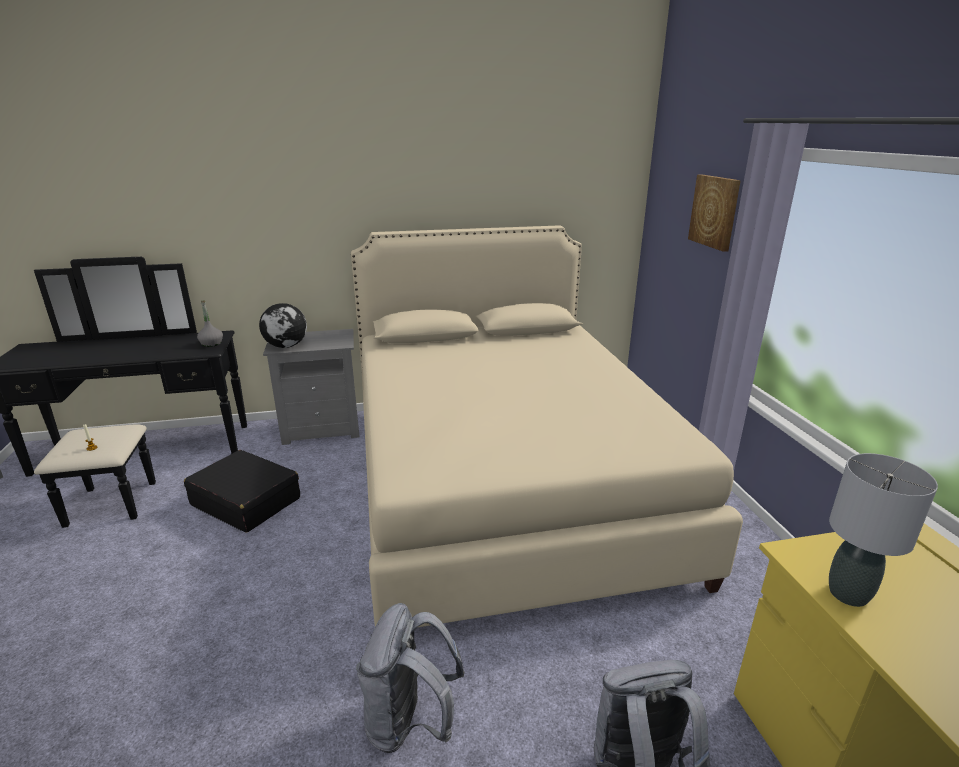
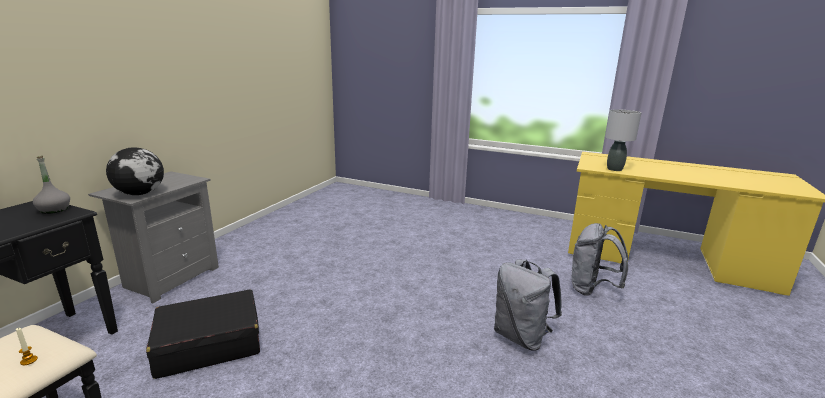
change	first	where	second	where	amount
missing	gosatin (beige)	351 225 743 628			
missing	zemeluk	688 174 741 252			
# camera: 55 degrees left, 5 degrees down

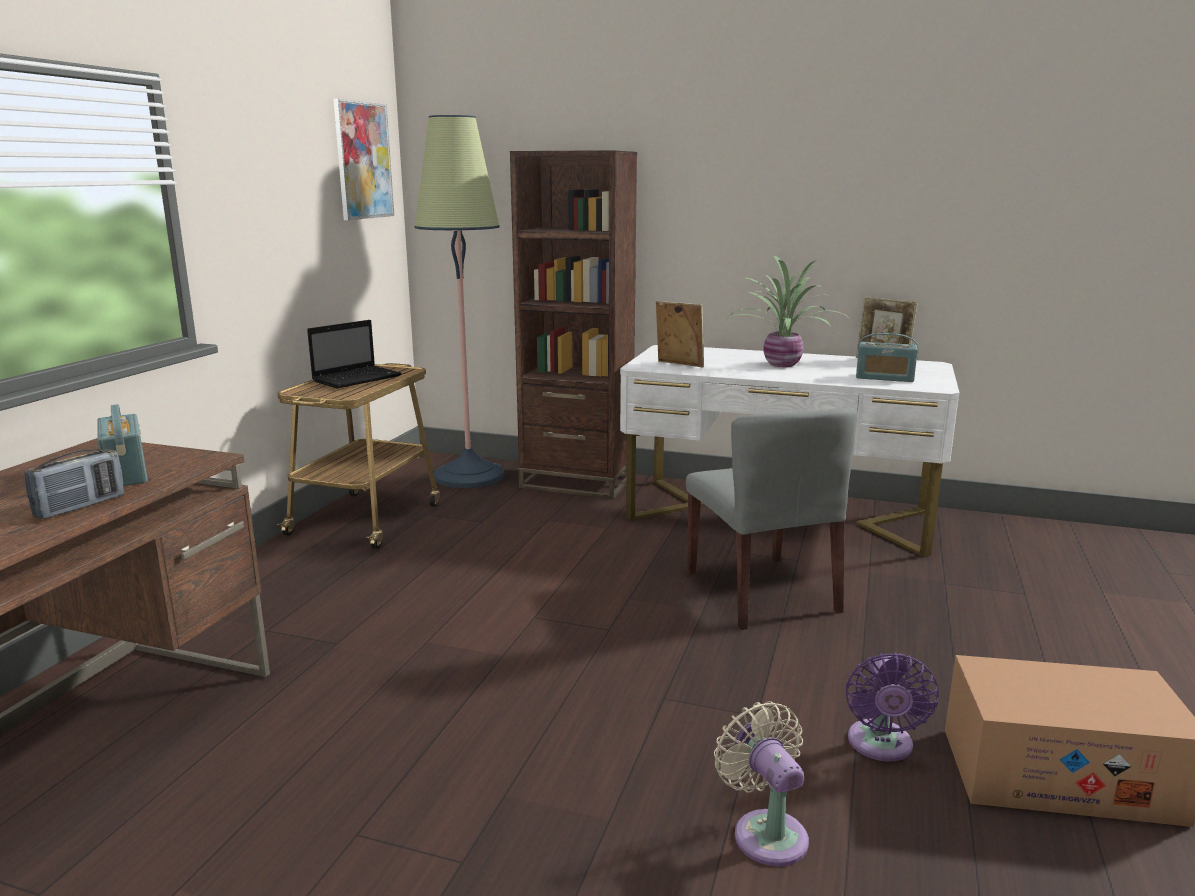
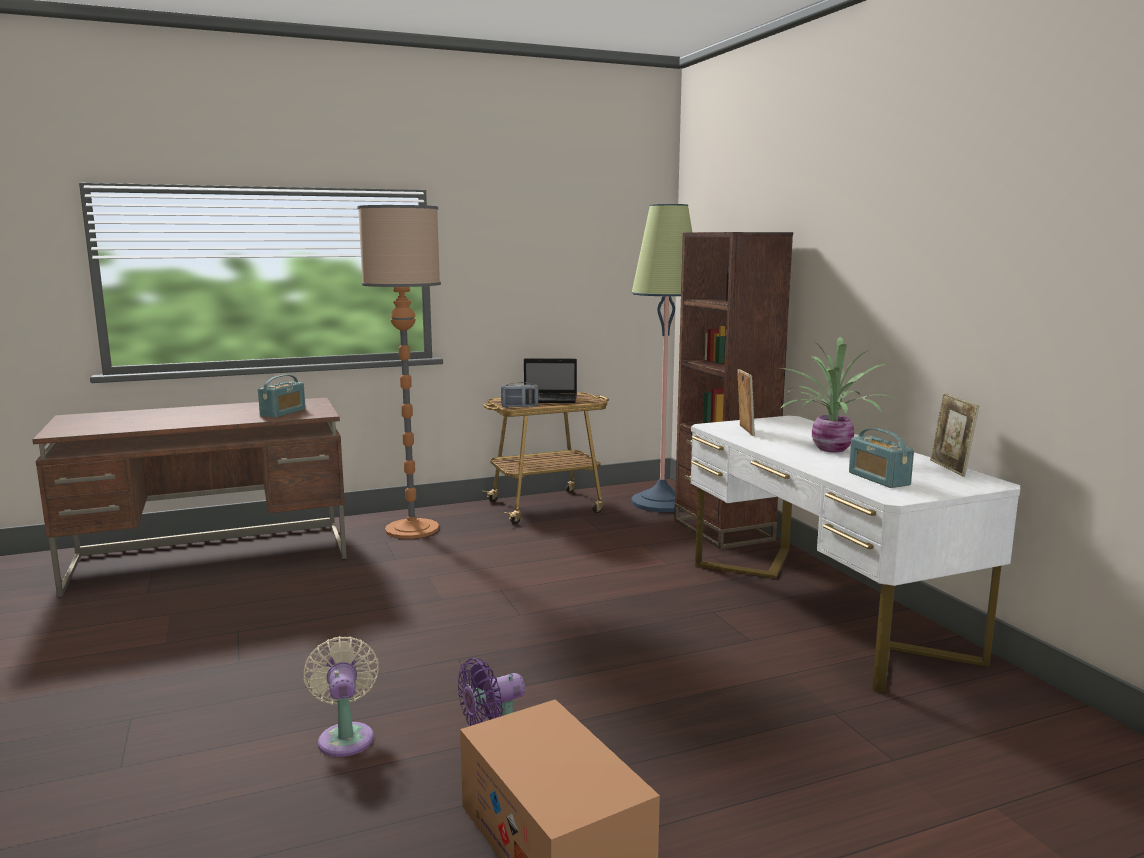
change	first	where	second	where	amount
relocated	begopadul	24 449 124 519		501 382 539 407	
missing	zemeluk	333 99 394 220			
missing	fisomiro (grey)	686 407 856 630			
spun	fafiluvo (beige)	714 701 809 866		304 636 379 757	45 degrees counterclockwise
appeared			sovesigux	357 205 441 539	
# camera: 50 degrees right, 5 degrees down

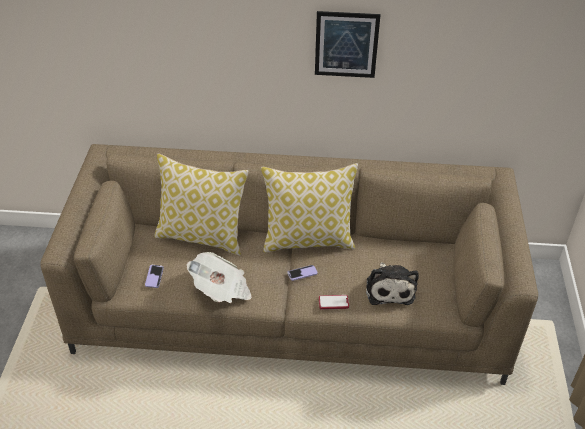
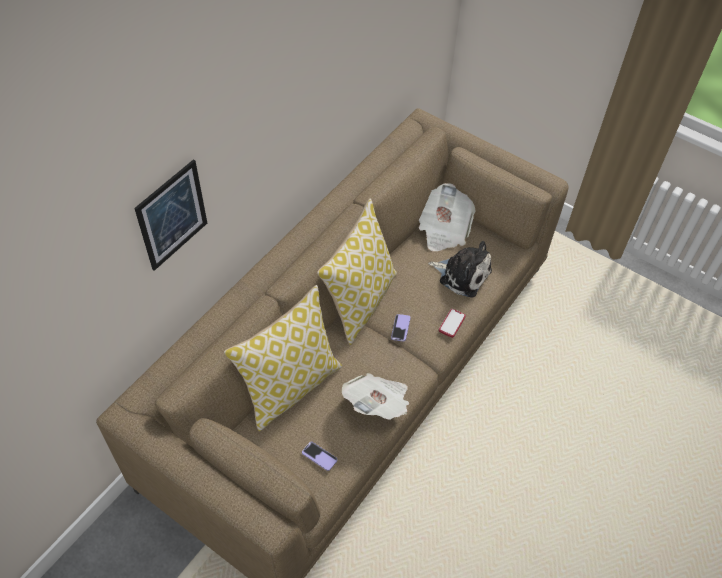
change	first	where	second	where	amount
relocated	zemeluk	315 11 381 78		134 159 207 271	
appeared			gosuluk	418 183 476 251	
# camera: 60 degrees left, 10 degrees up

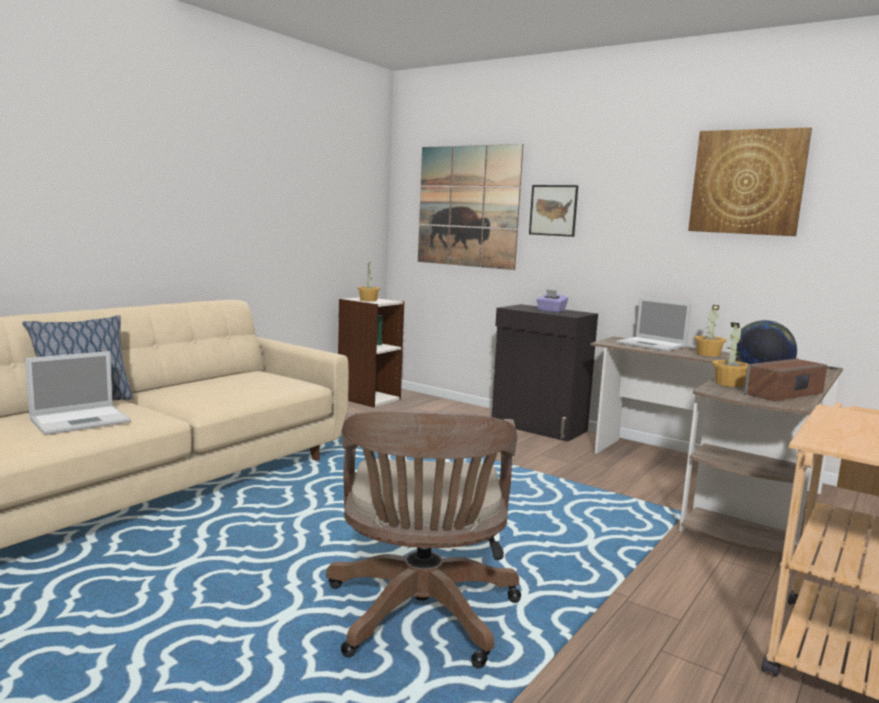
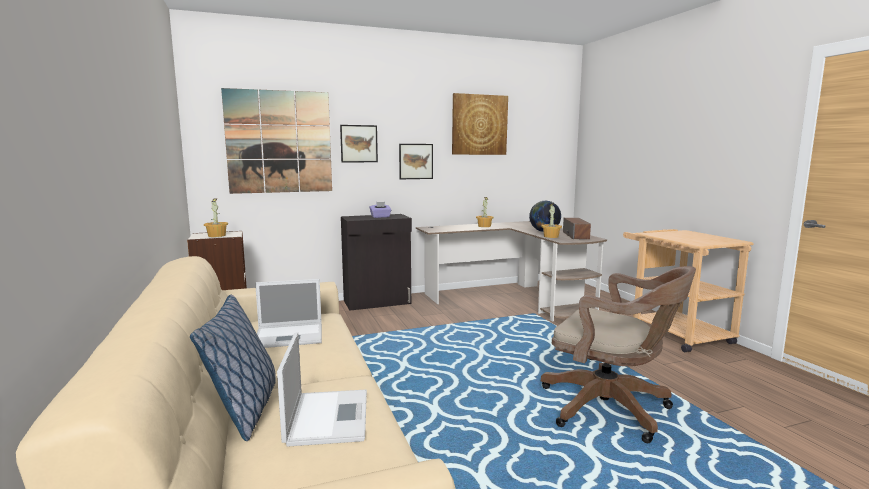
change	first	where	second	where	amount
relocated	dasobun	616 297 691 352		255 279 322 348	
appeared			zemeluk	399 144 433 179	
# camera: 55 degrees left, 0 degrees up

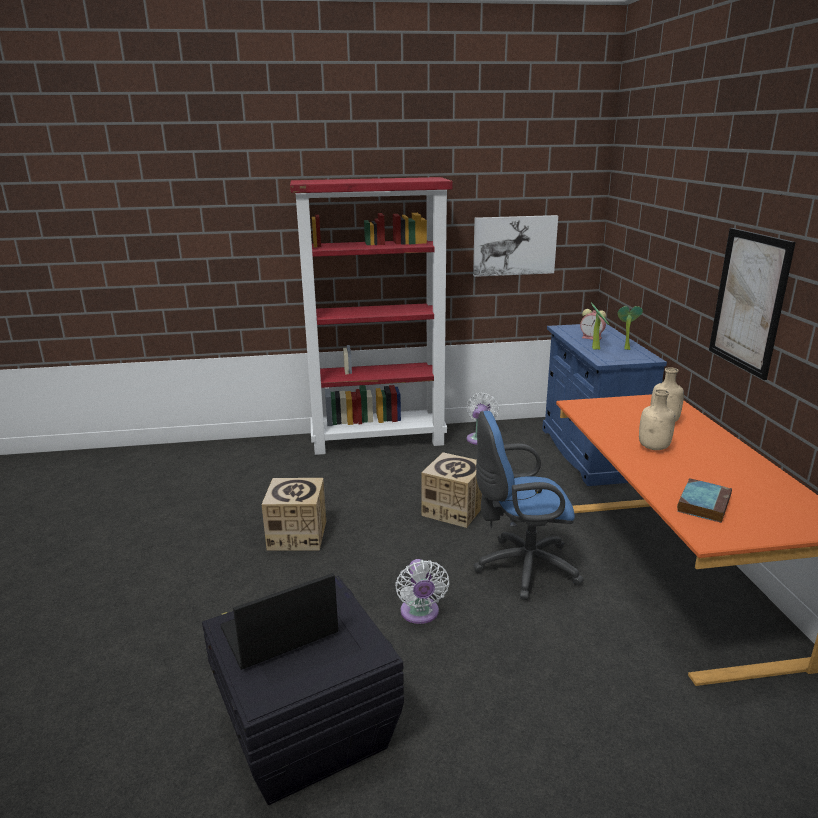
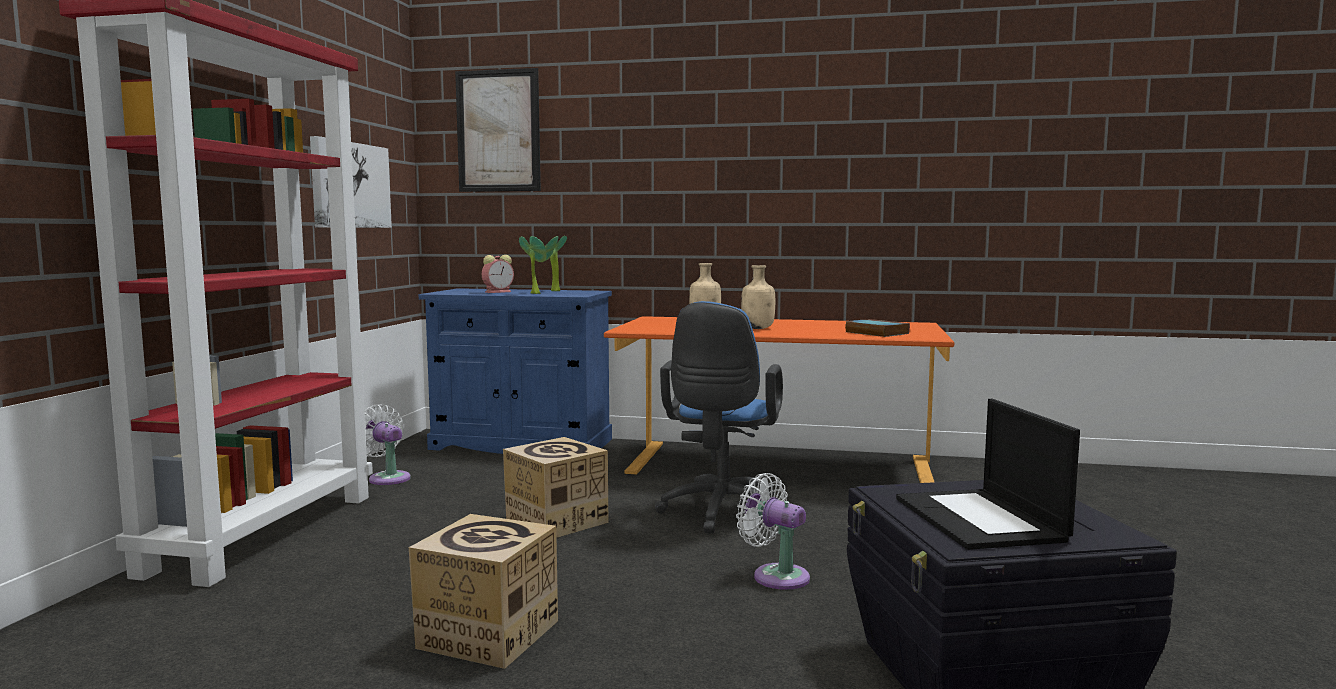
change	first	where	second	where	amount
spun	fafiluvo (white)	395 559 449 624		736 473 810 590	150 degrees counterclockwise
relocated	zemeluk	709 228 796 380		455 68 541 192	
# camera: 70 degrees left, 15 degrees down

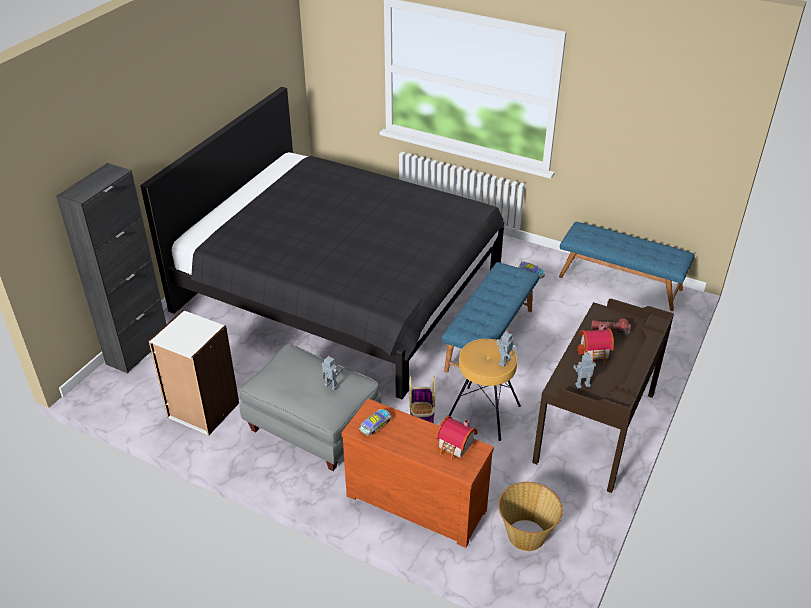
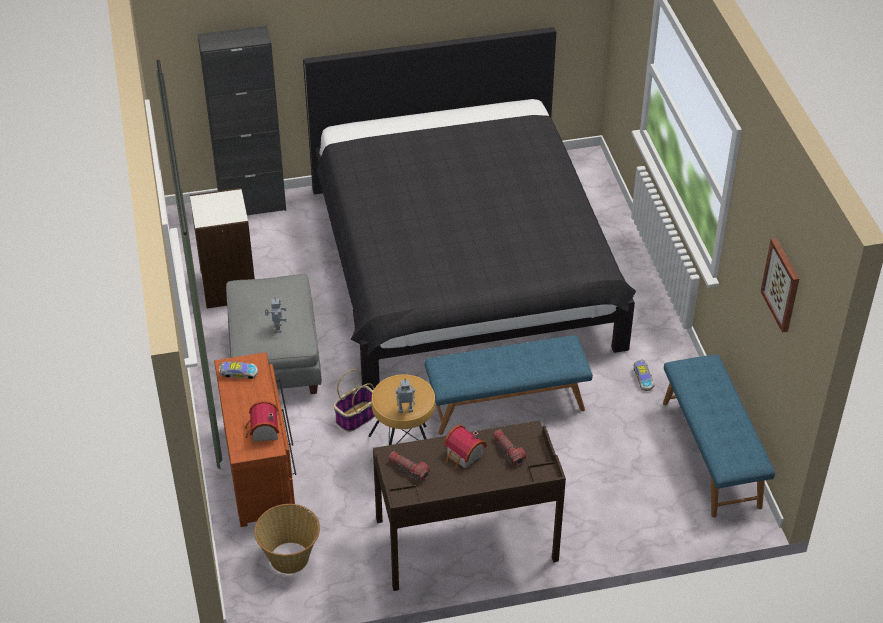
change	first	where	second	where	amount
exchanged	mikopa	573 353 596 389	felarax	388 451 430 482	
appeared			zemeluk	761 238 799 333	
# camera: 50 degrees right, 5 degrees up

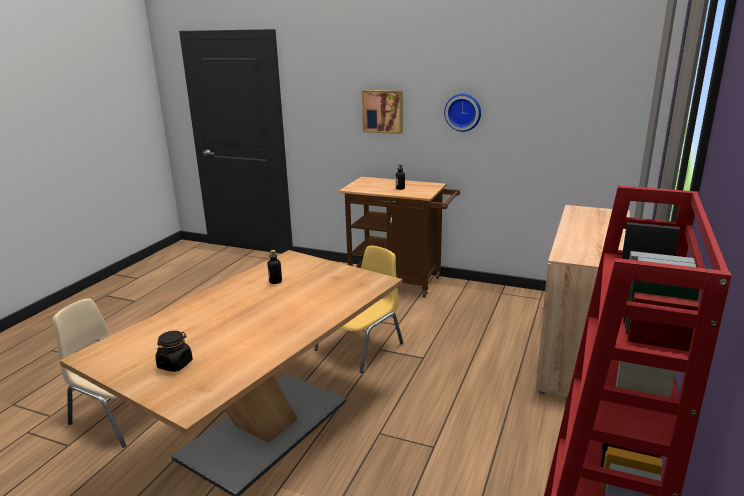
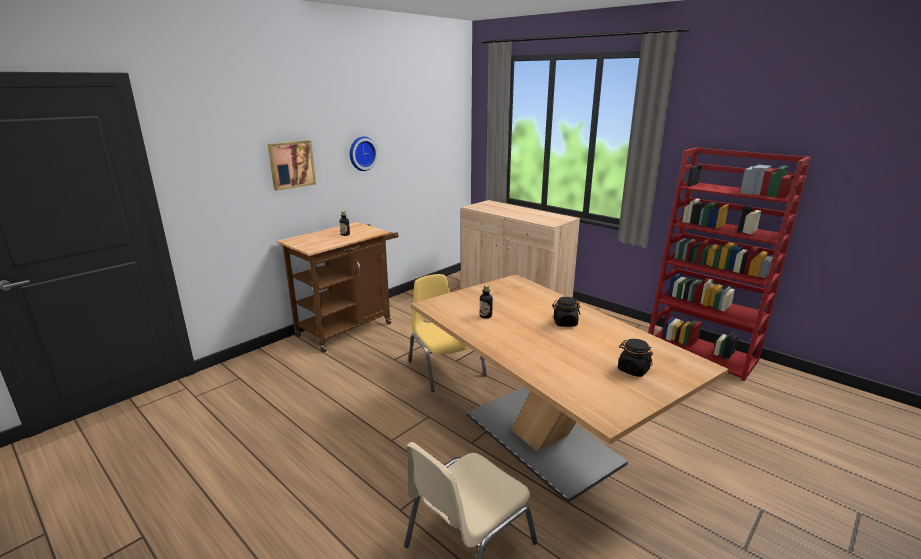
change	first	where	second	where	amount
appeared			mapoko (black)	552 297 580 327	
# camera: 70 degrees left, 0 degrees up

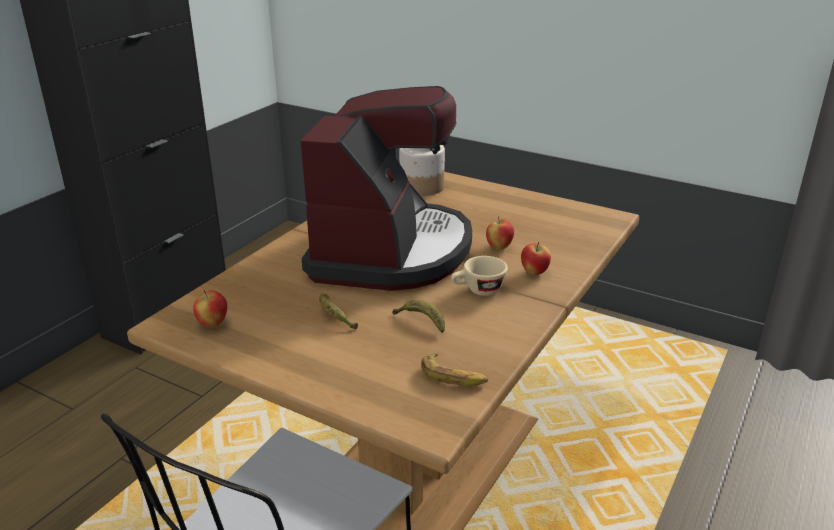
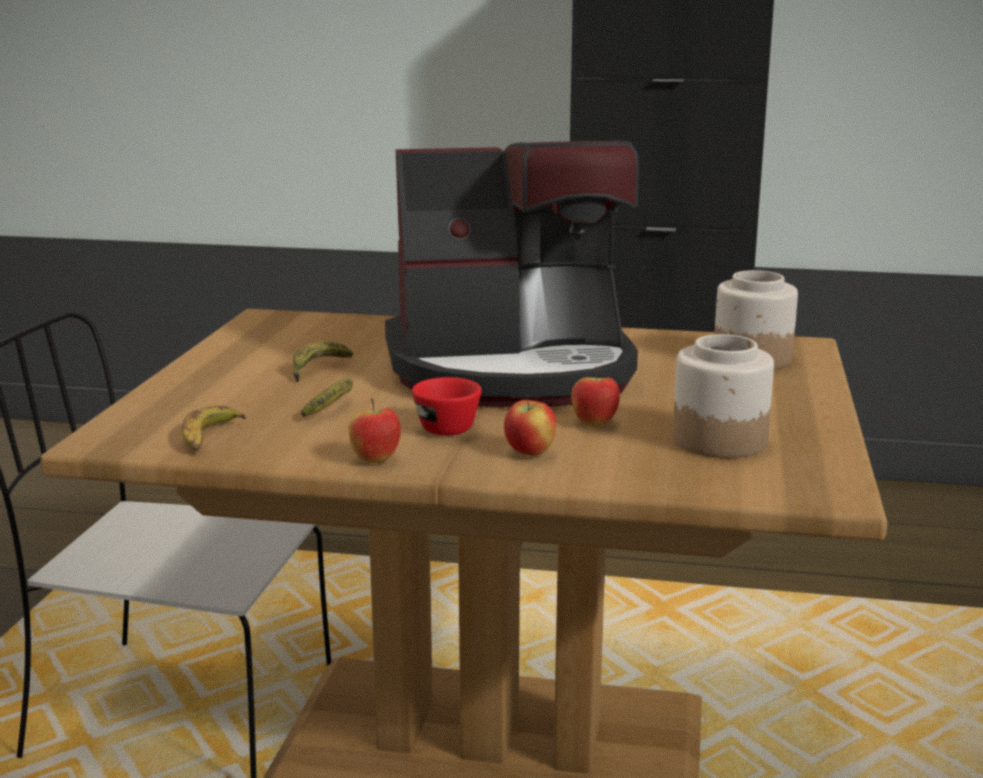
change	first	where	second	where	amount
relocated	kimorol	193 290 227 327		349 399 401 463	
colour	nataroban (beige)	451 256 508 296	nataroban (red)	412 377 482 436	
appeared			mapoko	673 334 774 458	
# camera: 70 degrees right, 10 degrees down

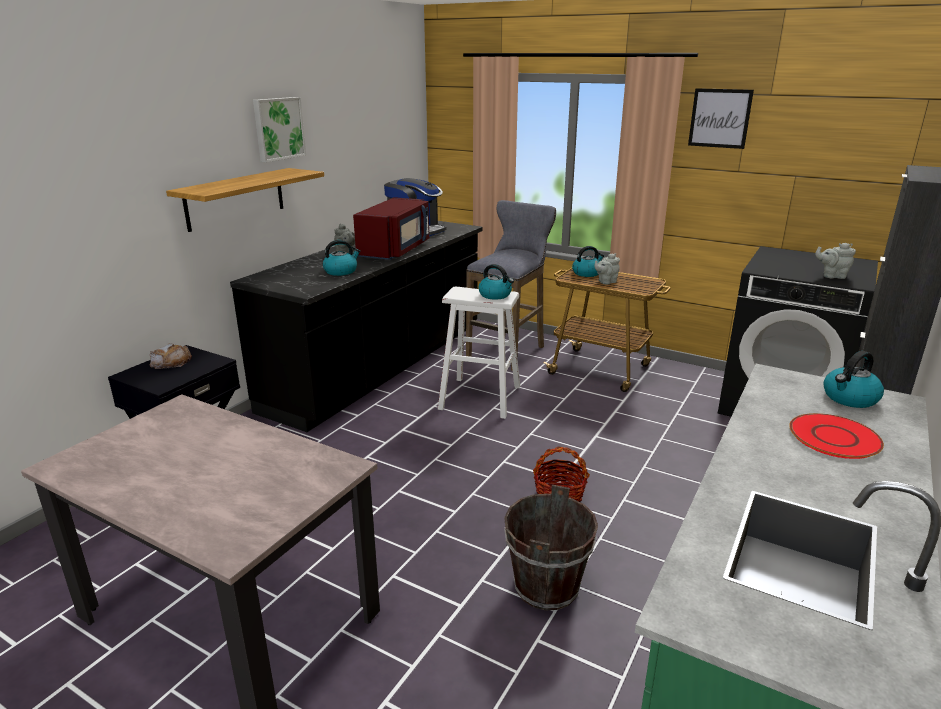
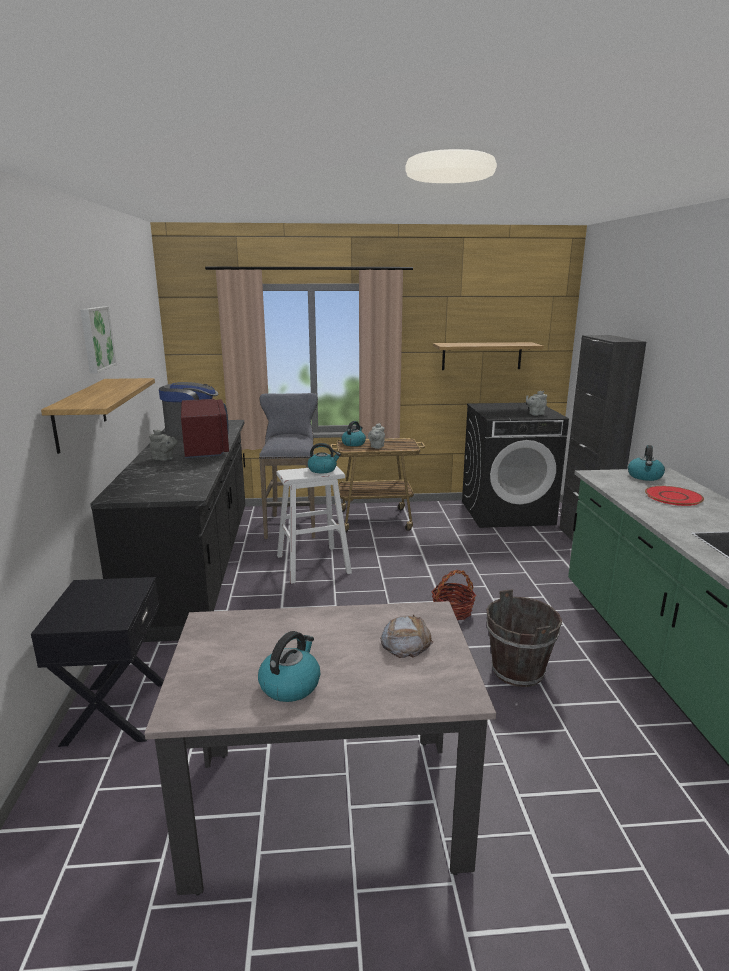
change	first	where	second	where	amount
relocated	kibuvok	150 343 192 369		380 614 434 658	
relocated	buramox	323 240 361 276		258 631 320 702	
missing	zemeluk	688 88 754 149			
appeared			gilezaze	433 342 544 370	
# camera: 35 degrees left, 5 degrees down

